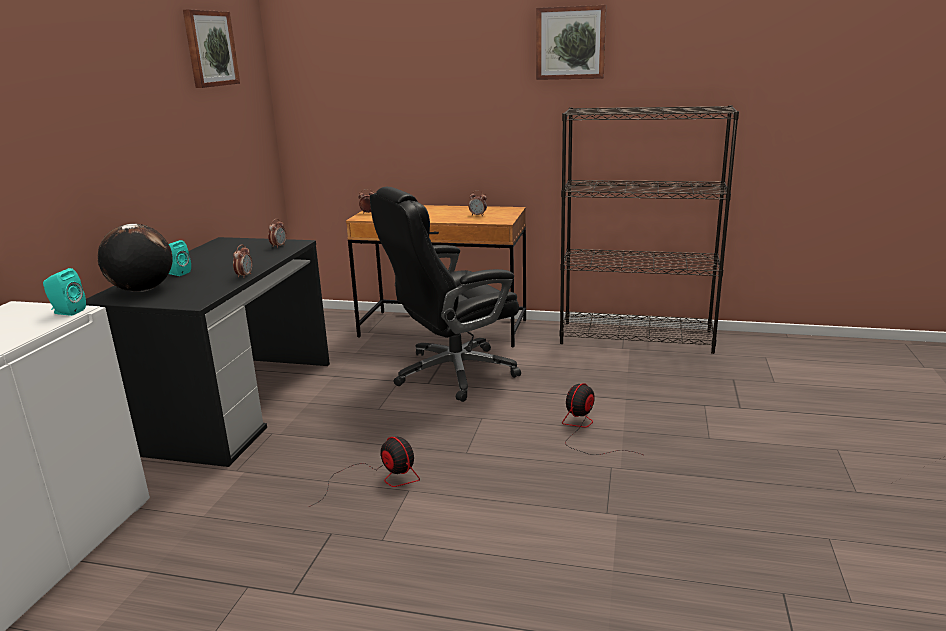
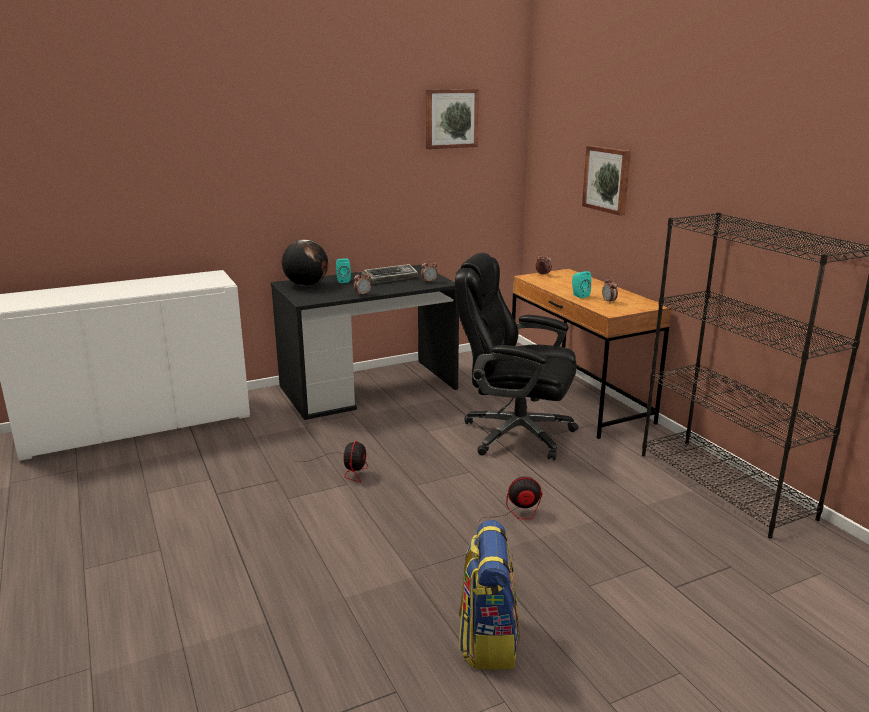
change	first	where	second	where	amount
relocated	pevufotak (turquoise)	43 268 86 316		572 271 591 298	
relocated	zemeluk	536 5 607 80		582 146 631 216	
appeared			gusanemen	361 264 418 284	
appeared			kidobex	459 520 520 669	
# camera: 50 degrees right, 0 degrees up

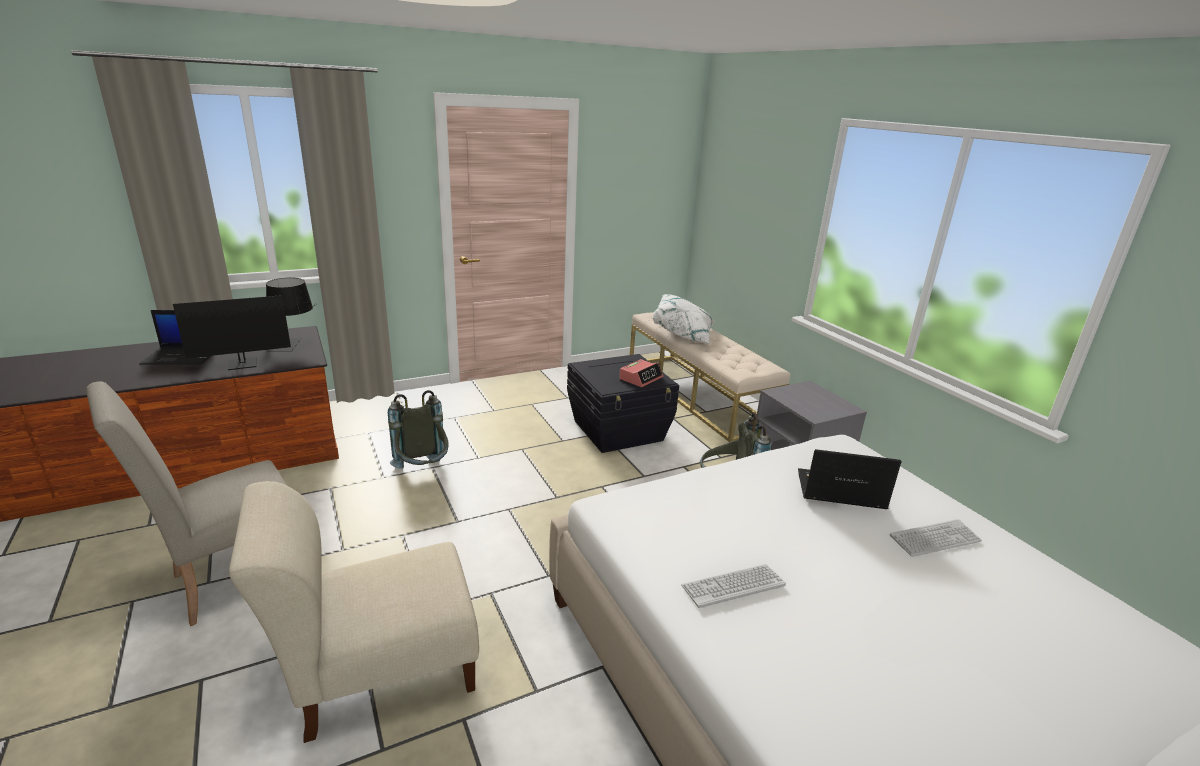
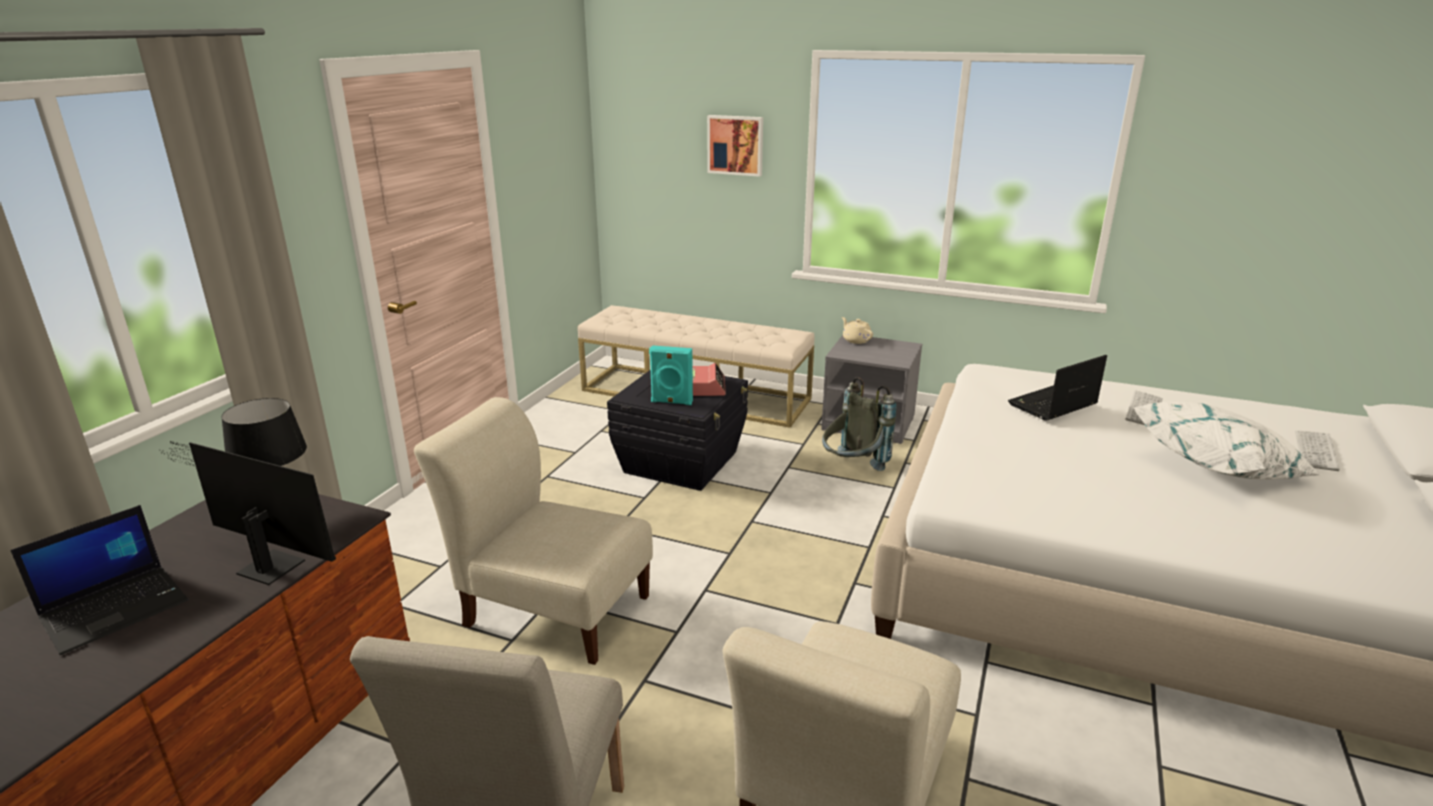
change	first	where	second	where	amount
spun	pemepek	173 295 312 370		159 442 336 585	90 degrees counterclockwise
exchanged	kidobex (grey)	388 390 449 469	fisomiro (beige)	414 397 653 665	
relocated	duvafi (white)	653 294 715 344		1133 401 1321 480	
relocated	gusanemen	681 564 786 608		1295 431 1340 471	
appeared			pevufotak (turquoise)	649 345 693 405	
appeared			zemeluk	707 115 763 177	
appeared			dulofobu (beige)	842 317 873 344	
# camera: 40 degrees left, 0 degrees up

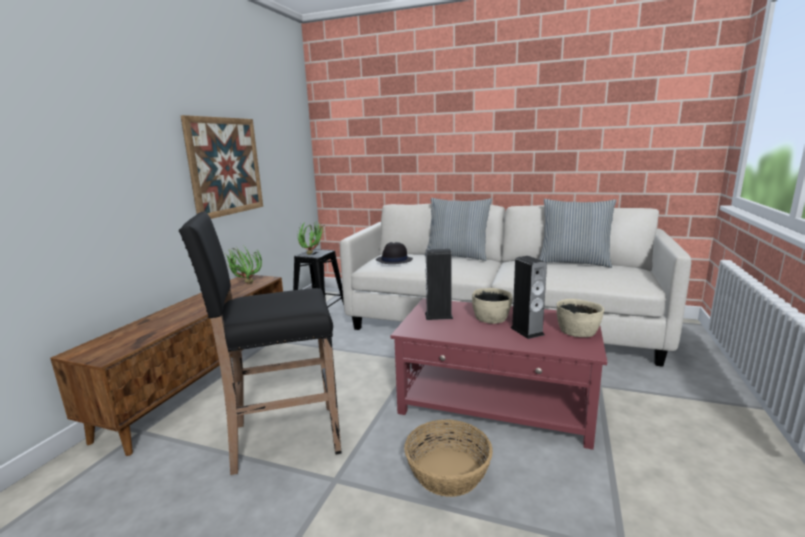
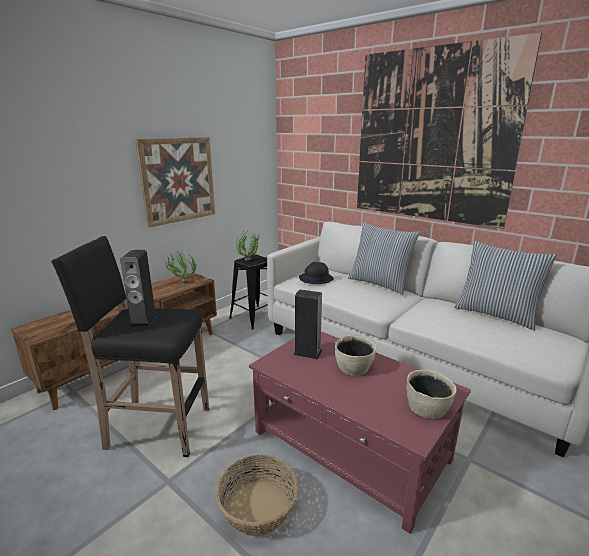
change	first	where	second	where	amount
relocated	pevufotak	510 256 547 339		120 250 157 327	
appeared			zemeluk	357 32 542 229	
# camera: 20 degrees right, 5 degrees up

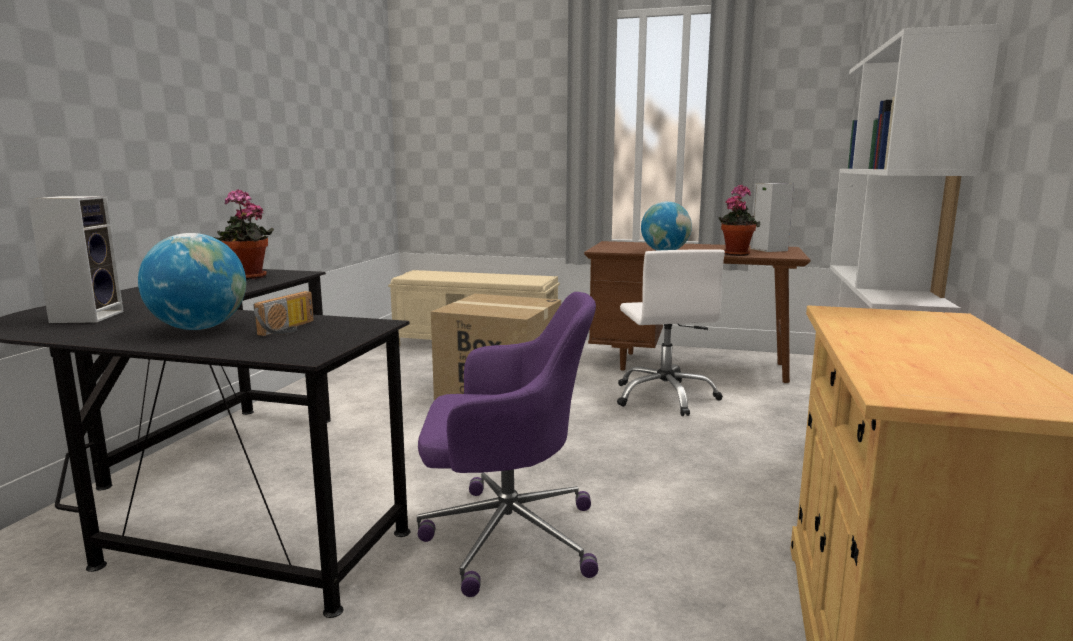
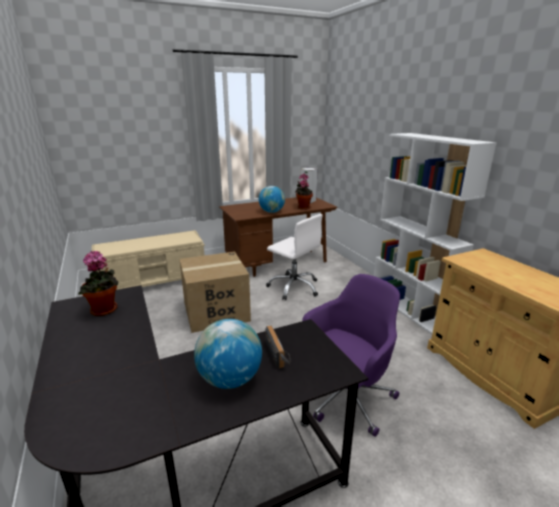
change	first	where	second	where	amount
missing	pevufotak	28 196 124 323			
# camera: 40 degrees left, 10 degrees up

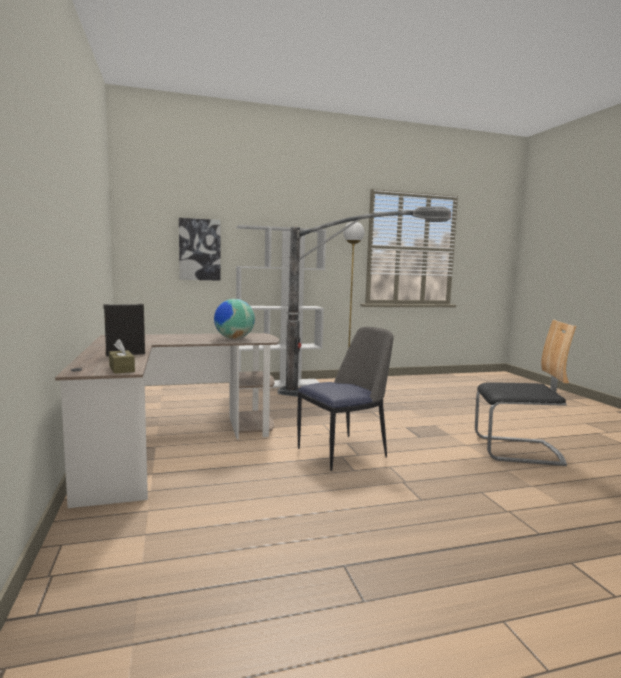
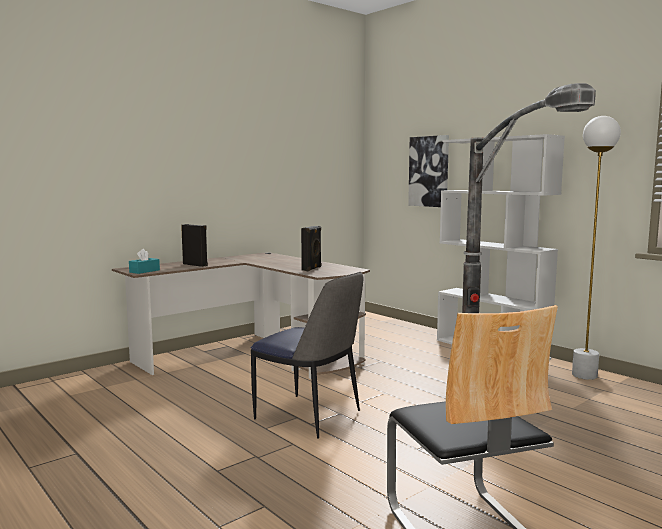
change	first	where	second	where	amount
colour	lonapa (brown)	109 339 135 374	lonapa (turquoise)	129 249 160 274	
exchanged	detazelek	214 299 255 339	pevufotak (black)	301 226 321 271	
# camera: 65 degrees right, 0 degrees up

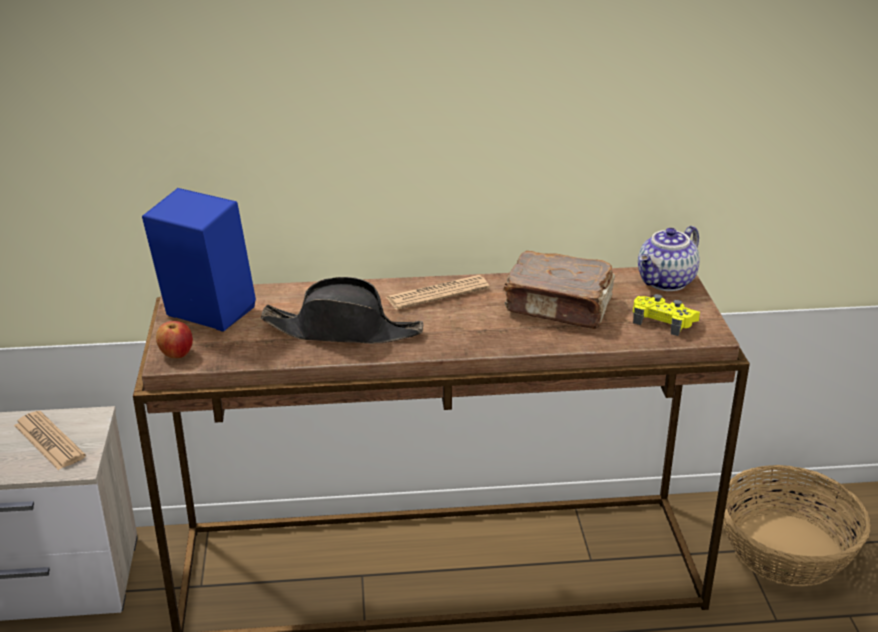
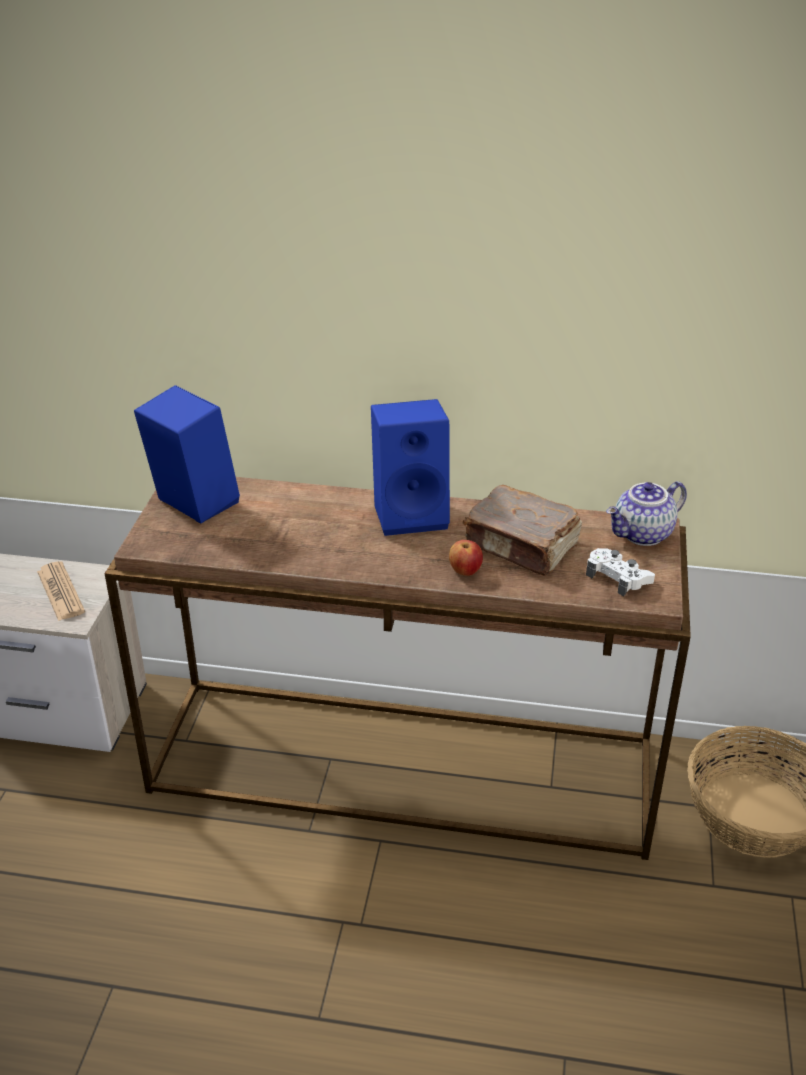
change	first	where	second	where	amount
relocated	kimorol	156 321 193 358		449 540 483 576	
missing	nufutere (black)	261 277 423 344			
exchanged	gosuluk	386 275 490 310	pevufotak (blue)	371 399 450 536	
colour	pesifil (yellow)	633 294 700 336	pesifil (white)	586 548 655 596	
# camera: 15 degrees right, 5 degrees up

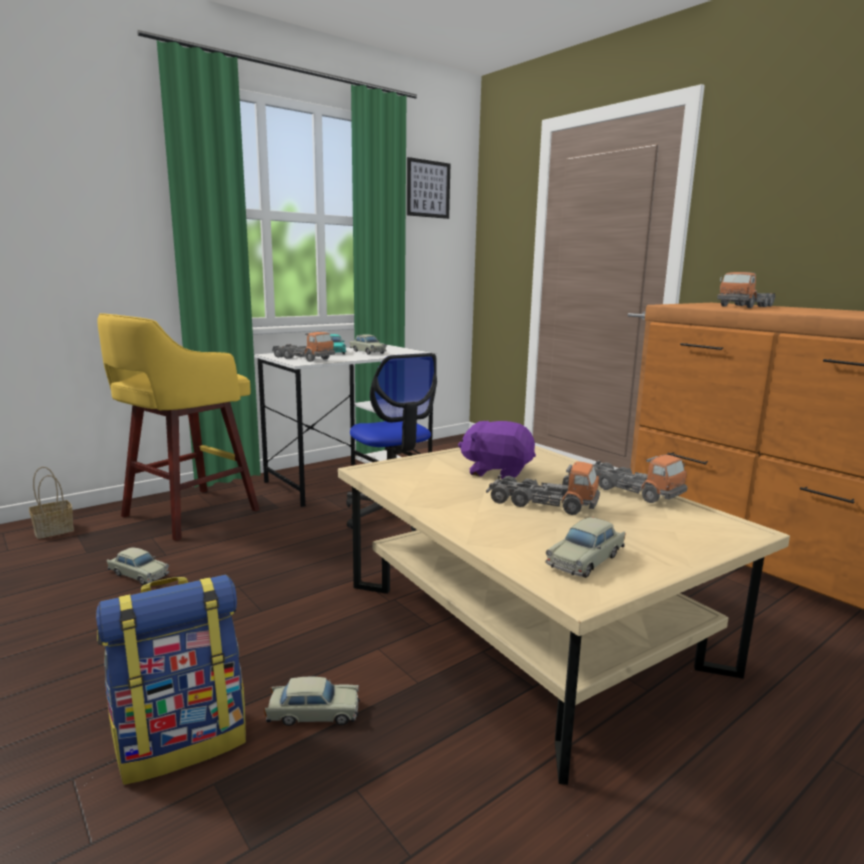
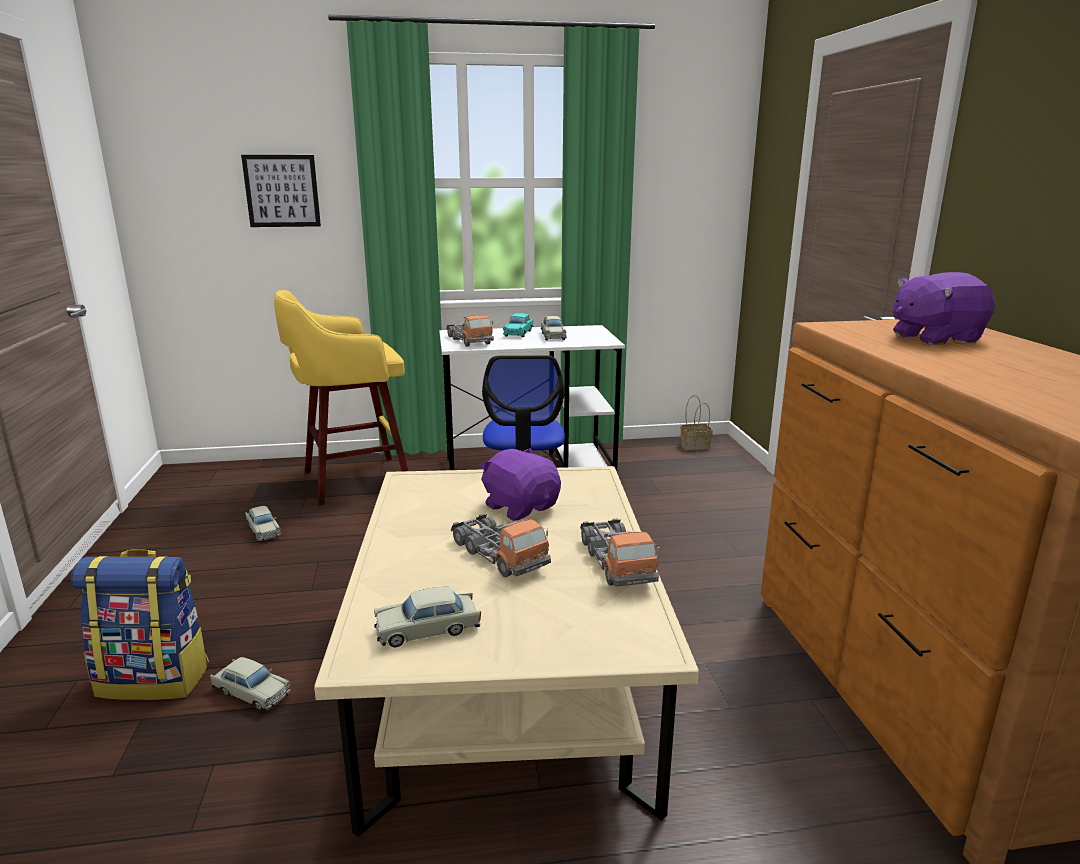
change	first	where	second	where	amount
relocated	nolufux	29 467 74 539		680 395 713 450	
relocated	zemeluk	407 157 450 219		241 155 321 227	
exchanged	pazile	717 272 775 308	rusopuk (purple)	893 272 995 345	
# camera: 30 degrees right, 5 degrees up

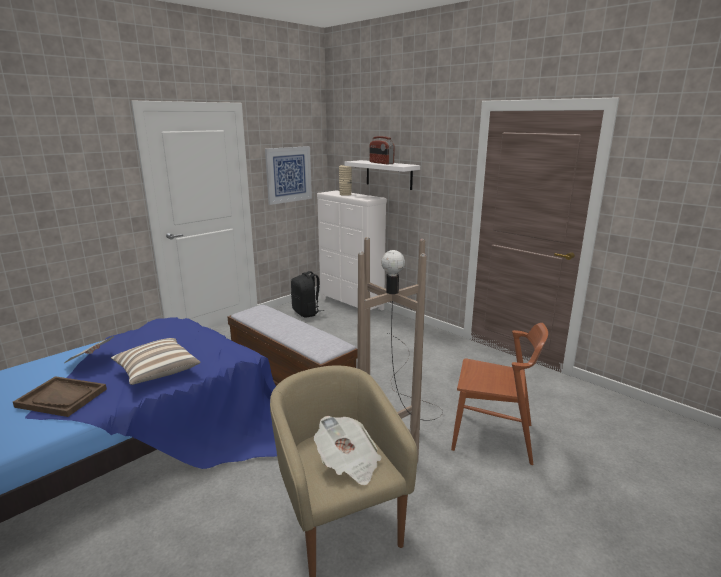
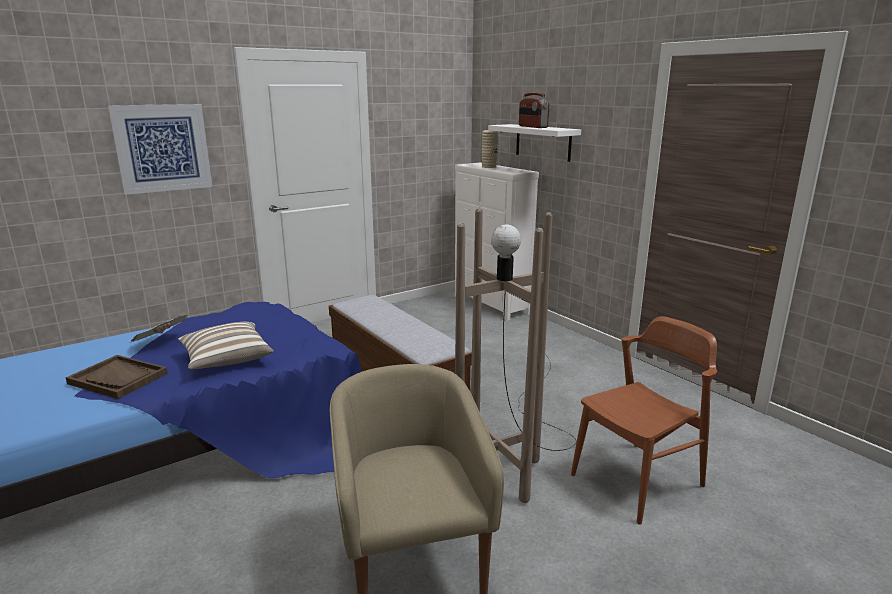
change	first	where	second	where	amount
relocated	zemeluk	265 146 312 205		108 104 212 195	
missing	kidobex (black)	291 271 324 317			
missing	gosuluk	314 416 382 485			
spun	fisomiro (brown)	451 323 548 465		571 316 717 525	60 degrees counterclockwise
# camera: 10 degrees right, 0 degrees up

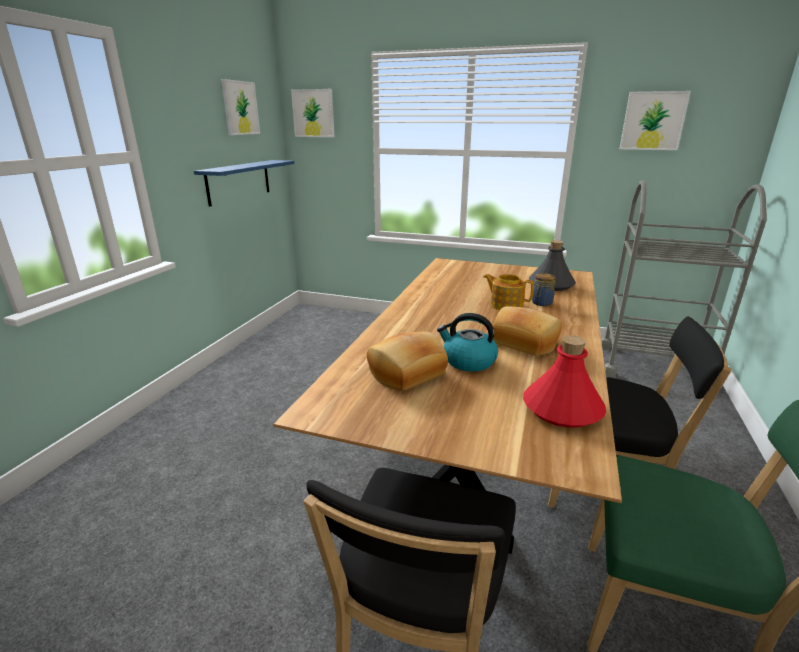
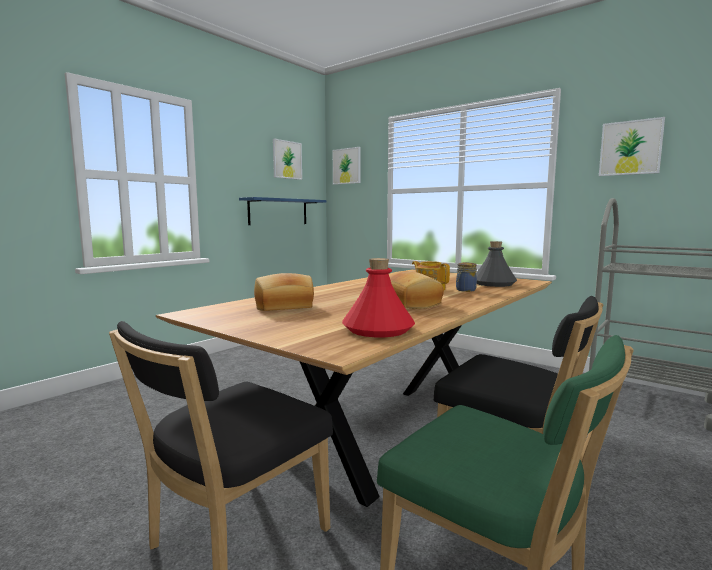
change	first	where	second	where	amount
missing	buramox	437 313 498 372			
# camera: 20 degrees right, 15 degrees down

